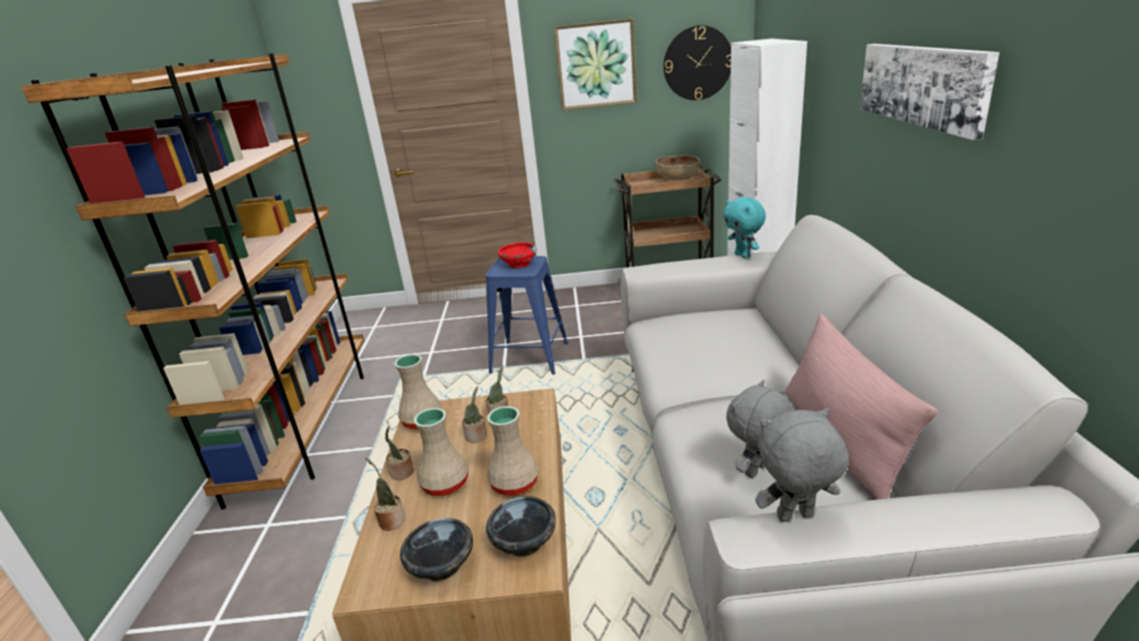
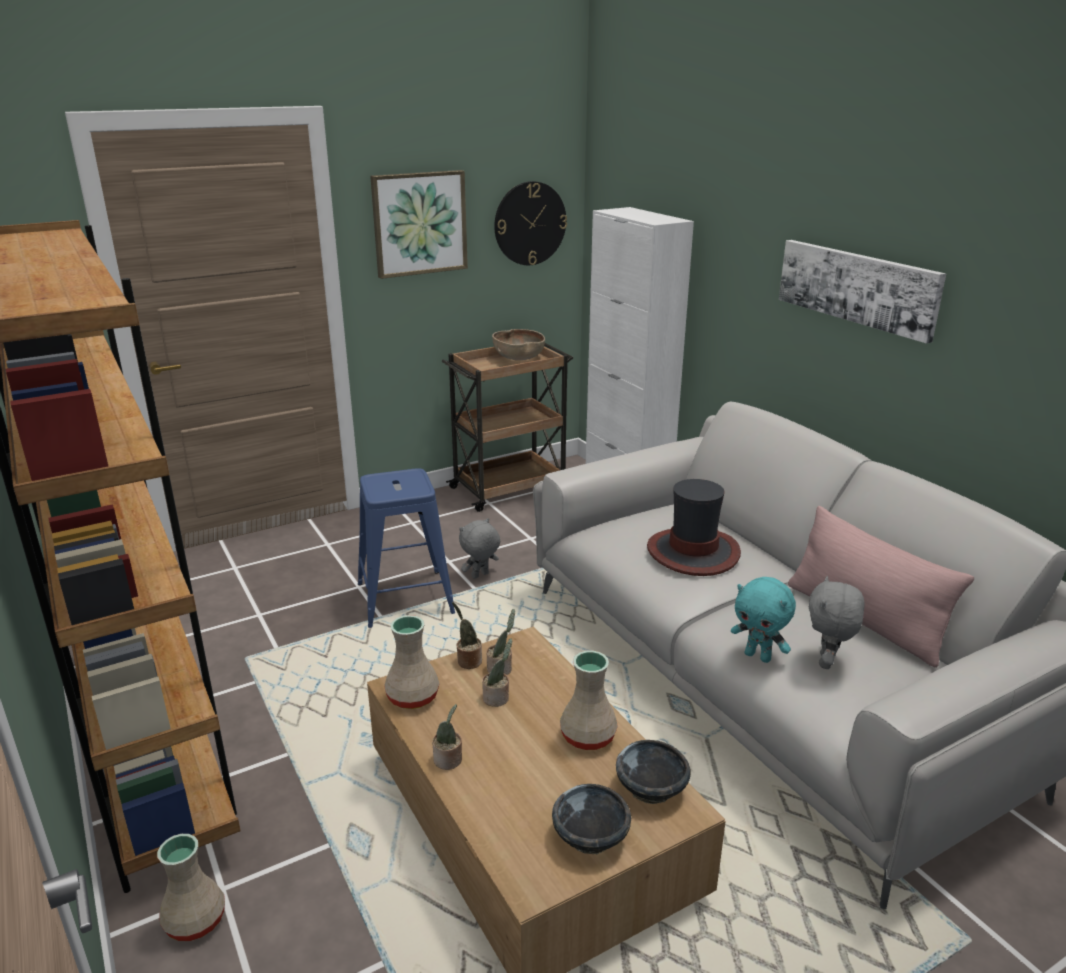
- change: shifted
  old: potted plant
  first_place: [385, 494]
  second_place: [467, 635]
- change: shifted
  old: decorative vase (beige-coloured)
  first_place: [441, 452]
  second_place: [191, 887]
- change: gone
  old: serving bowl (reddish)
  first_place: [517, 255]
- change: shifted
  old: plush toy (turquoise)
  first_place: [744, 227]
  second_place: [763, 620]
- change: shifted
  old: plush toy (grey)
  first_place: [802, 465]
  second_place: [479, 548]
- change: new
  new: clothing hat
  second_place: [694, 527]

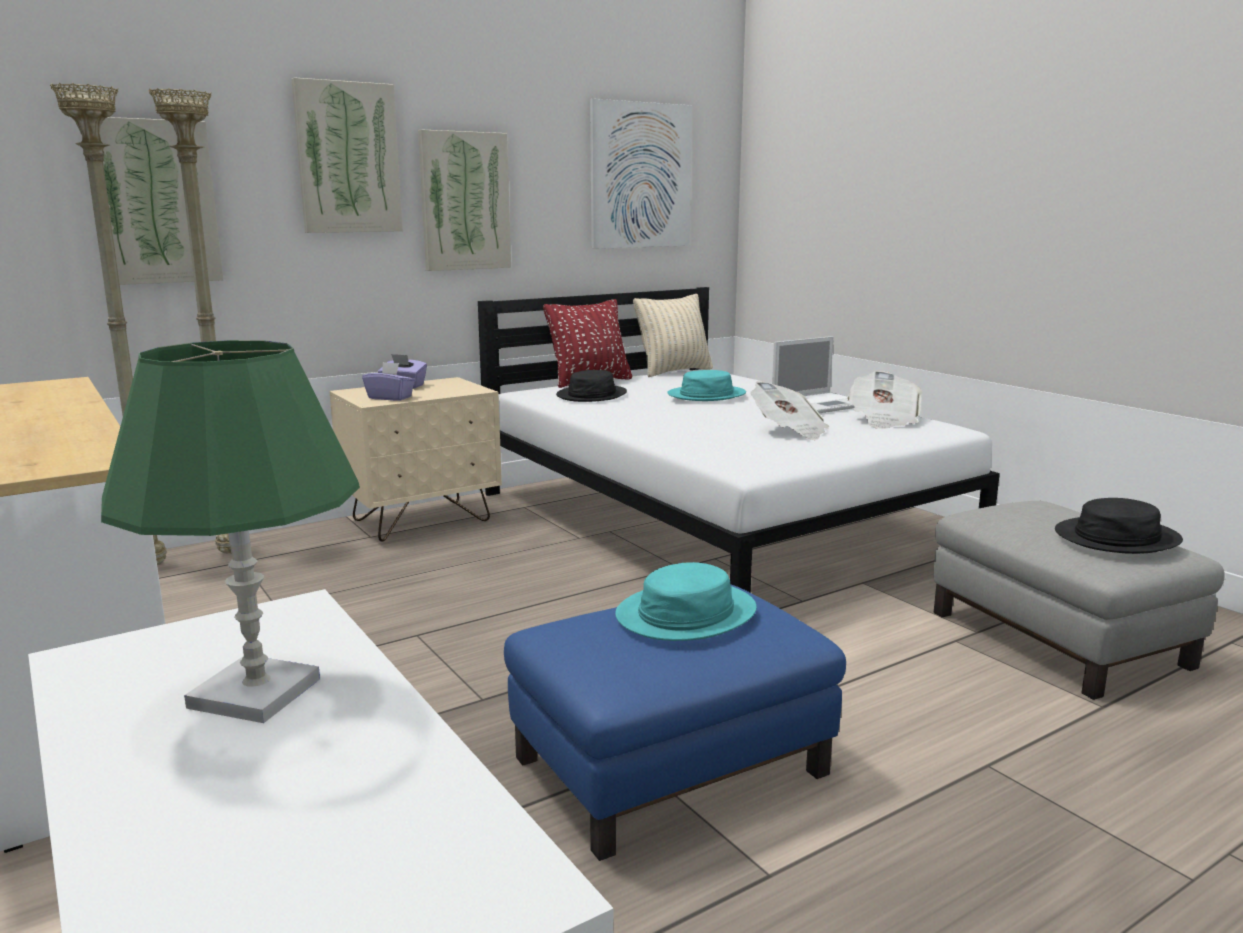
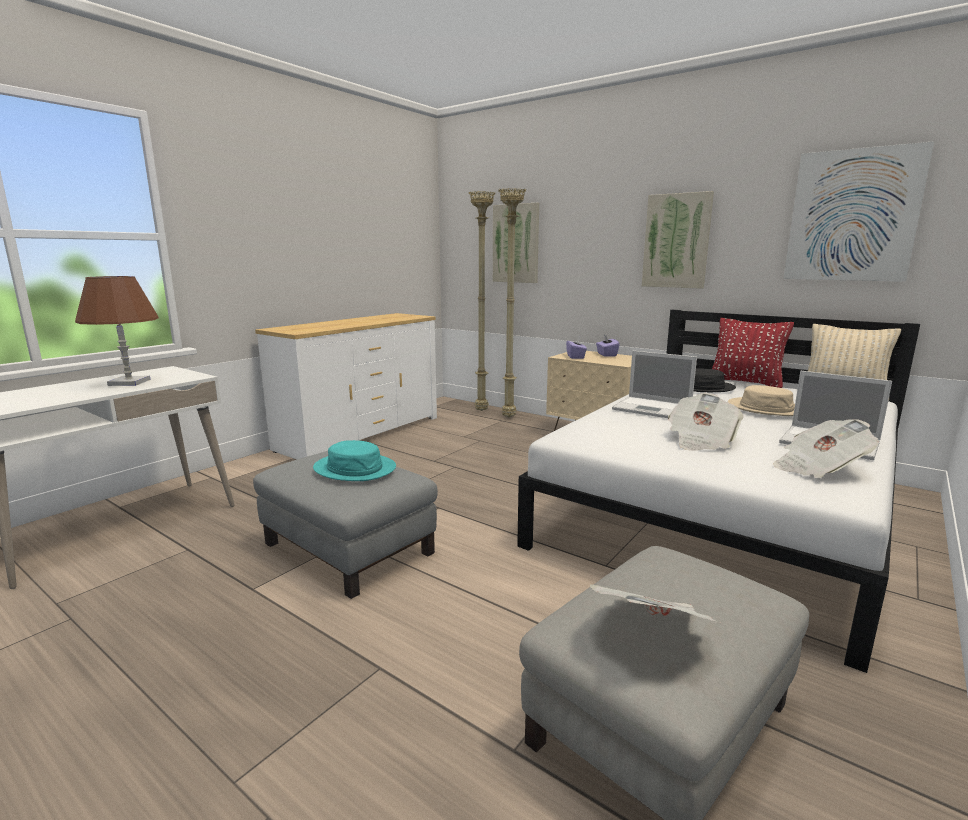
- change: repainted
  old: table lamp (green-coloured)
  new: table lamp (brown)
  first_place: [230, 531]
  second_place: [117, 331]
- change: gone
  old: wall art
  first_place: [347, 155]
- change: repainted
  old: ottoman (bluish)
  new: ottoman (grey)
  first_place: [675, 723]
  second_place: [345, 525]
- change: repainted
  old: clothing hat (turquoise)
  new: clothing hat (beige-coloured)
  first_place: [706, 385]
  second_place: [761, 400]
- change: swapped
  old: clothing hat (black)
  new: printed paper
  first_place: [1119, 526]
  second_place: [654, 603]
- change: new
  new: laptop
  second_place: [654, 384]

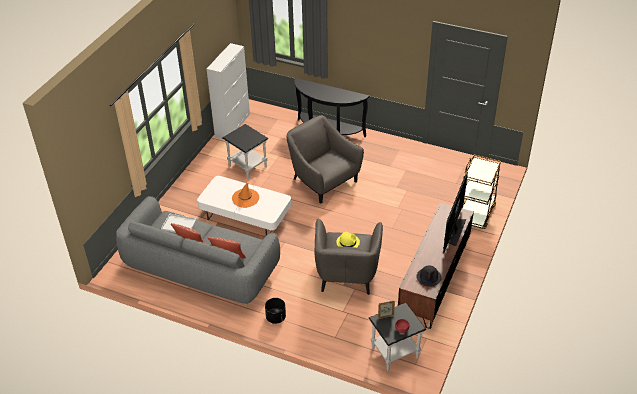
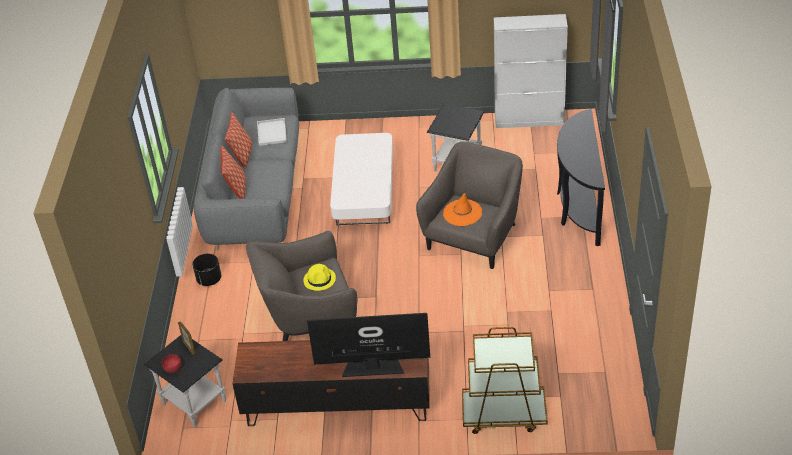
- change: shifted
  old: clothing hat (orange-coloured)
  first_place: [245, 195]
  second_place: [462, 209]
- change: gone
  old: clothing hat (black)
  first_place: [429, 276]

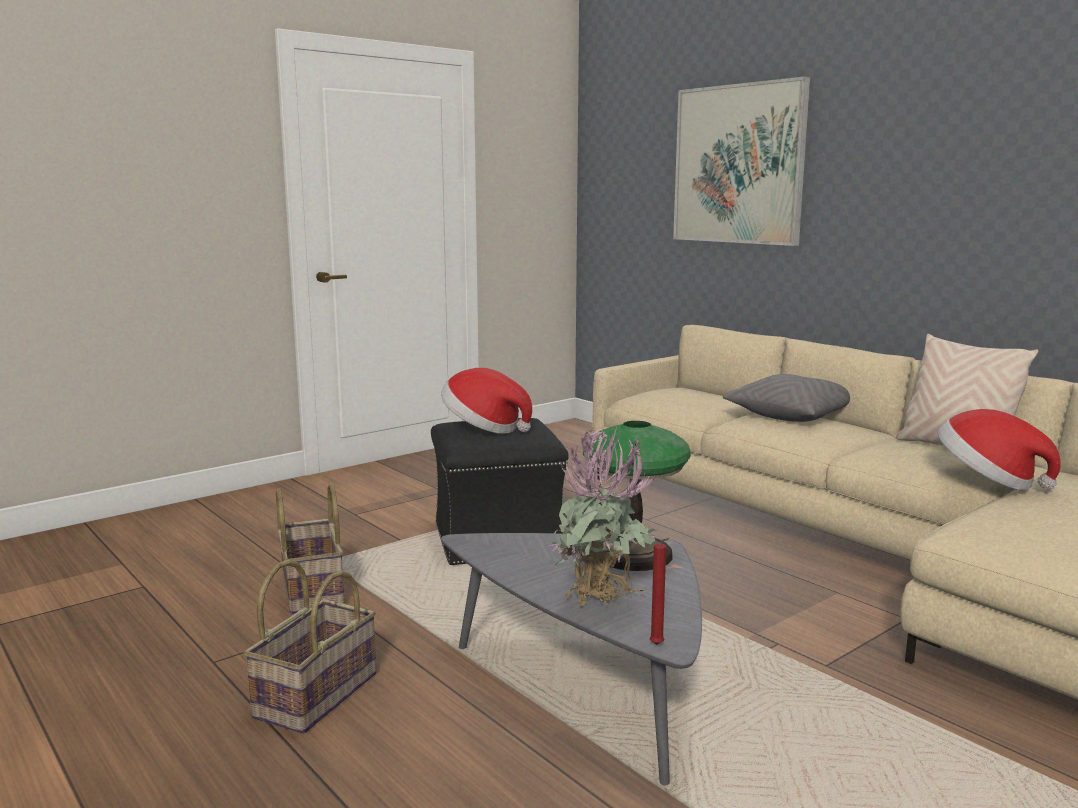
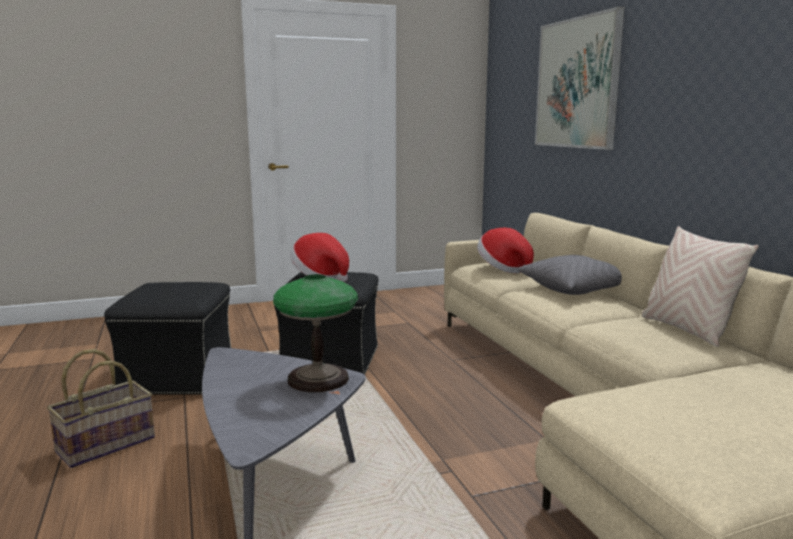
- change: swapped
  old: household basket
  new: ottoman (black)
  first_place: [310, 548]
  second_place: [167, 338]
- change: gone
  old: potted plant
  first_place: [604, 515]
- change: gone
  old: wax light (reddish)
  first_place: [660, 591]
- change: shifted
  old: clothing hat
  first_place: [999, 449]
  second_place: [505, 250]

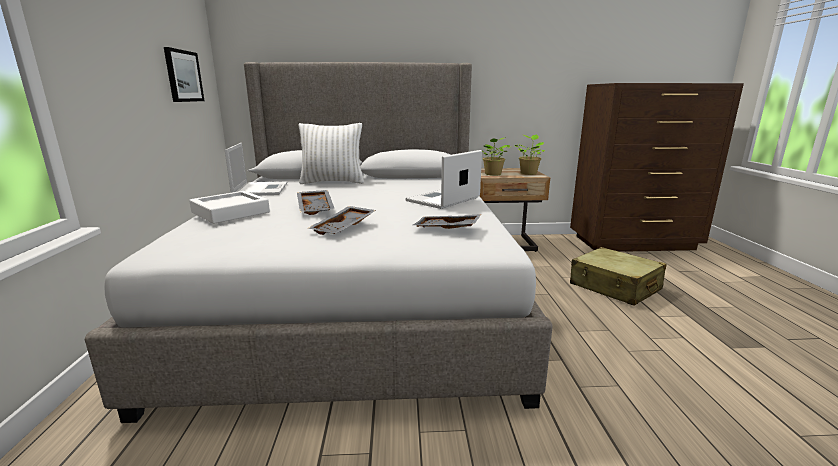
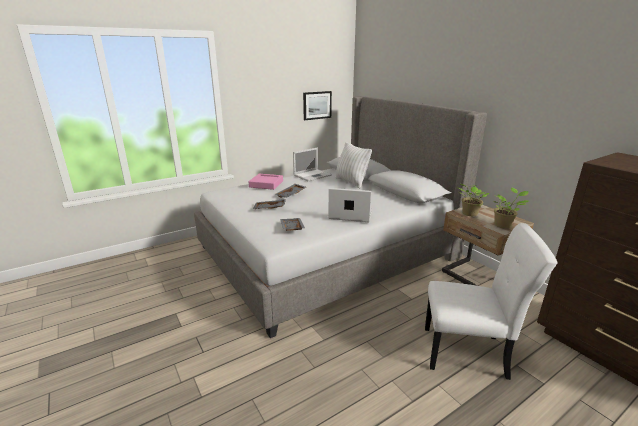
- change: repainted
  old: serving tray (white)
  new: serving tray (pinkish)
  first_place: [229, 207]
  second_place: [266, 182]
- change: swapped
  old: travel case (beige-coloured)
  new: chair (white)
  first_place: [618, 276]
  second_place: [491, 301]

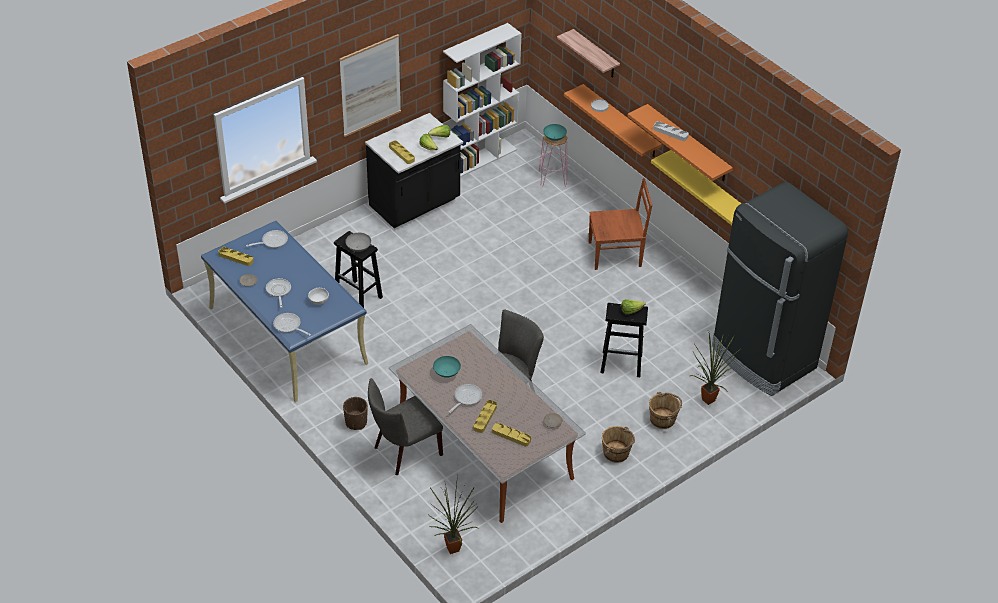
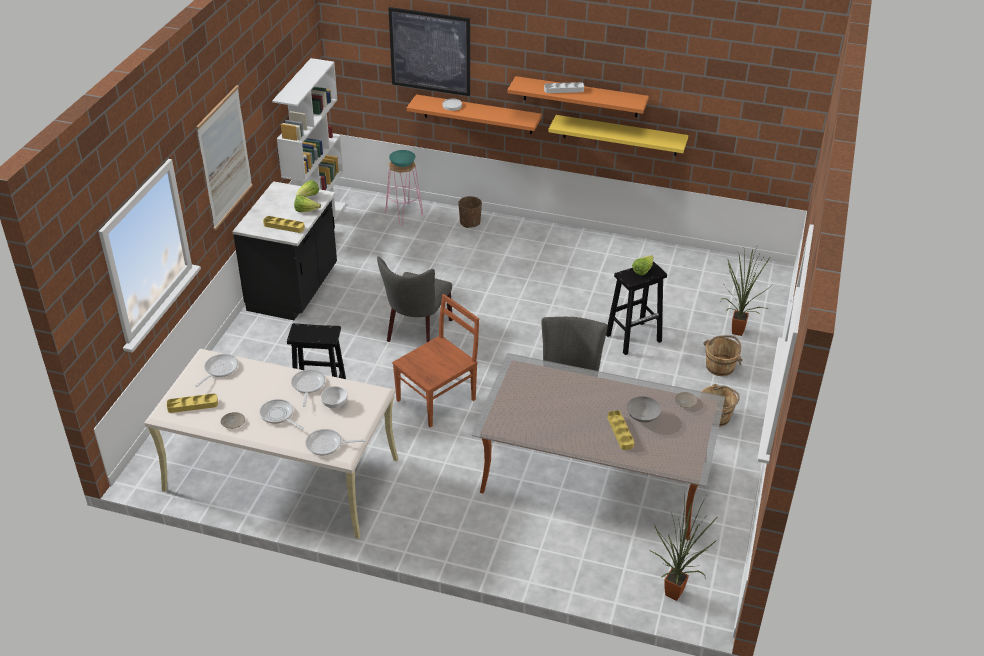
- change: repainted
  old: desk (bluish)
  new: desk (beige-coloured)
  first_place: [284, 311]
  second_place: [271, 444]
- change: shifted
  old: planter (brown)
  first_place: [355, 413]
  second_place: [470, 212]
- change: shifted
  old: serving bowl (grey)
  first_place: [358, 242]
  second_place: [644, 409]
- change: shifted
  old: chair (grey)
  first_place: [405, 426]
  second_place: [415, 299]
- change: gone
  old: serving bowl (turquoise)
  first_place: [447, 367]
- change: shifted
  old: skillet
  first_place: [465, 398]
  second_place: [308, 387]
- change: gone
  old: serving tray (yellow-coloured)
  first_place: [511, 434]
- change: swapped
  old: bracket shelf
  new: wall art
  first_place: [588, 53]
  second_place: [429, 51]
- change: shifted
  old: chair (brown)
  first_place: [620, 224]
  second_place: [435, 361]
- change: gone
  old: fridge (black)
  first_place: [780, 289]

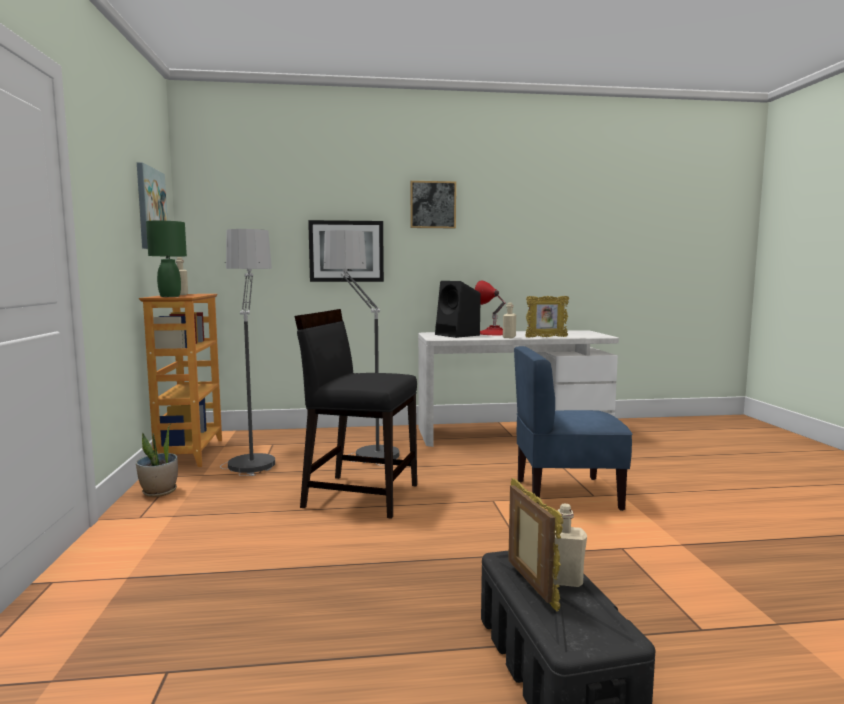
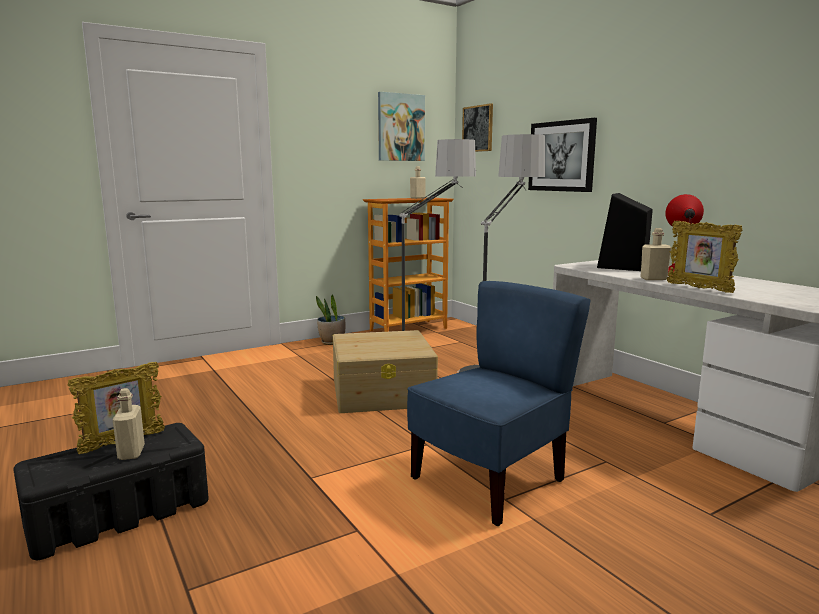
- change: gone
  old: table lamp (green-coloured)
  first_place: [166, 258]
- change: swapped
  old: chair (black)
  new: storage box (beige-coloured)
  first_place: [355, 414]
  second_place: [385, 371]
- change: shifted
  old: wall art
  first_place: [433, 204]
  second_place: [477, 127]
- change: rotated
  old: chair (bluish)
  first_place: [573, 428]
  second_place: [499, 403]
  degrees: 75

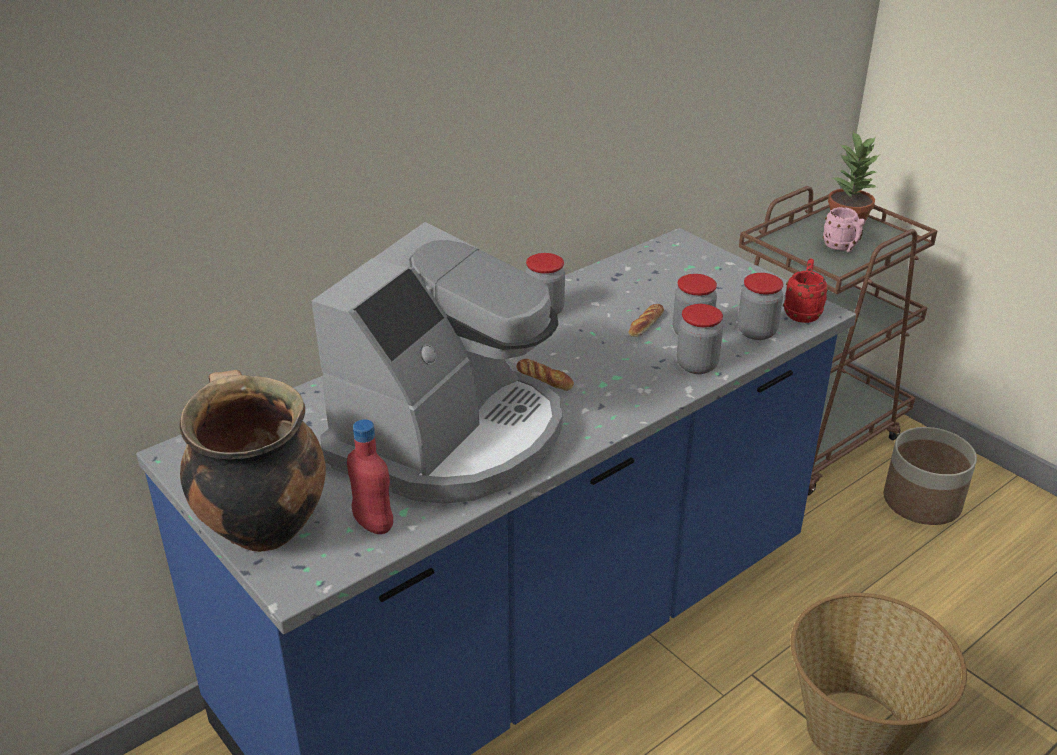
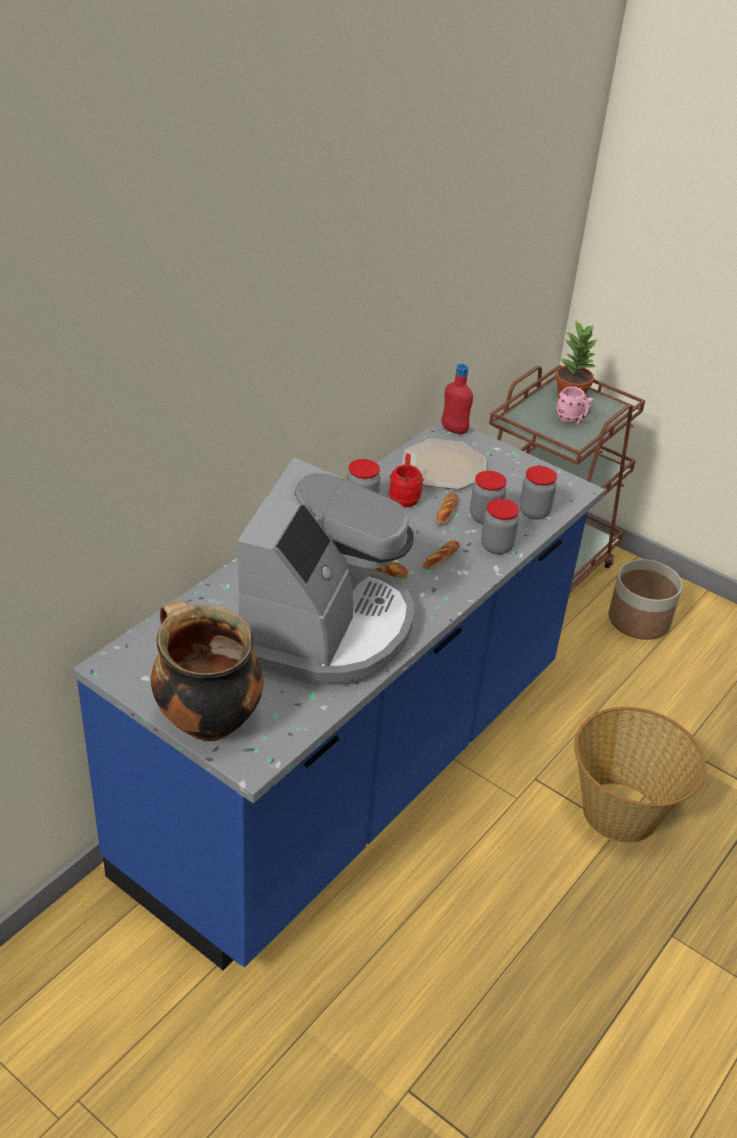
- change: shifted
  old: bottle (reddish)
  first_place: [370, 476]
  second_place: [457, 399]
- change: shifted
  old: mug (reddish)
  first_place: [805, 290]
  second_place: [405, 480]
- change: new
  new: plate
  second_place: [444, 464]
- change: new
  new: baked bread
  second_place: [441, 555]

